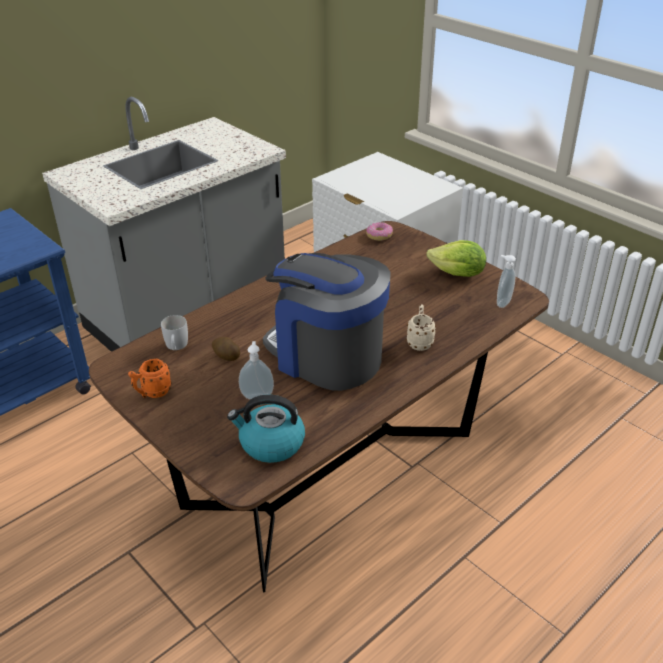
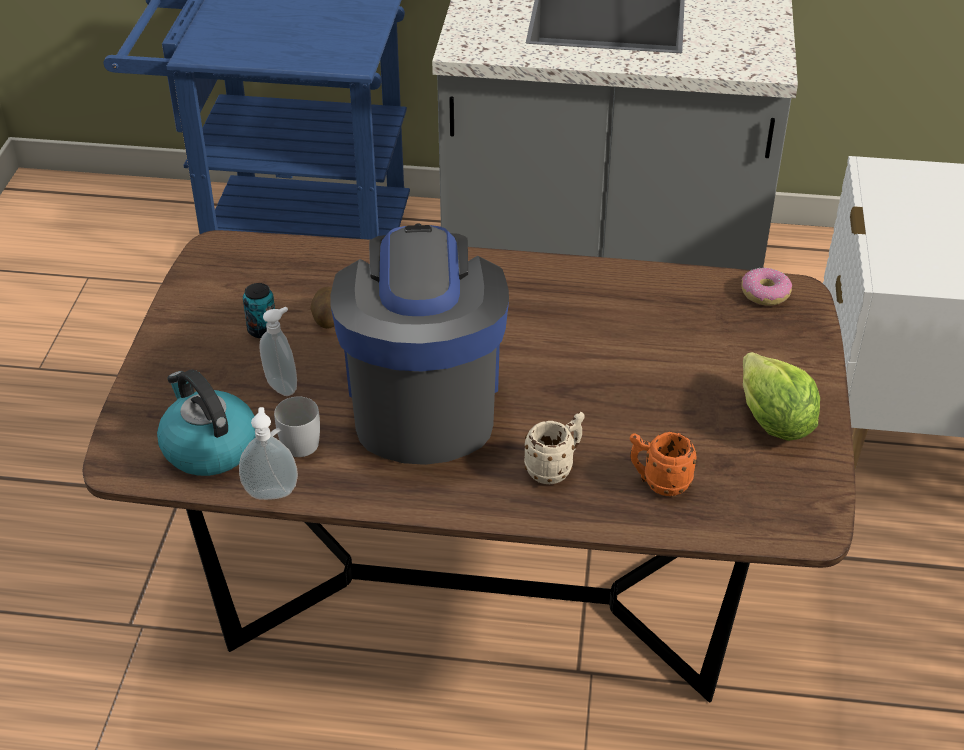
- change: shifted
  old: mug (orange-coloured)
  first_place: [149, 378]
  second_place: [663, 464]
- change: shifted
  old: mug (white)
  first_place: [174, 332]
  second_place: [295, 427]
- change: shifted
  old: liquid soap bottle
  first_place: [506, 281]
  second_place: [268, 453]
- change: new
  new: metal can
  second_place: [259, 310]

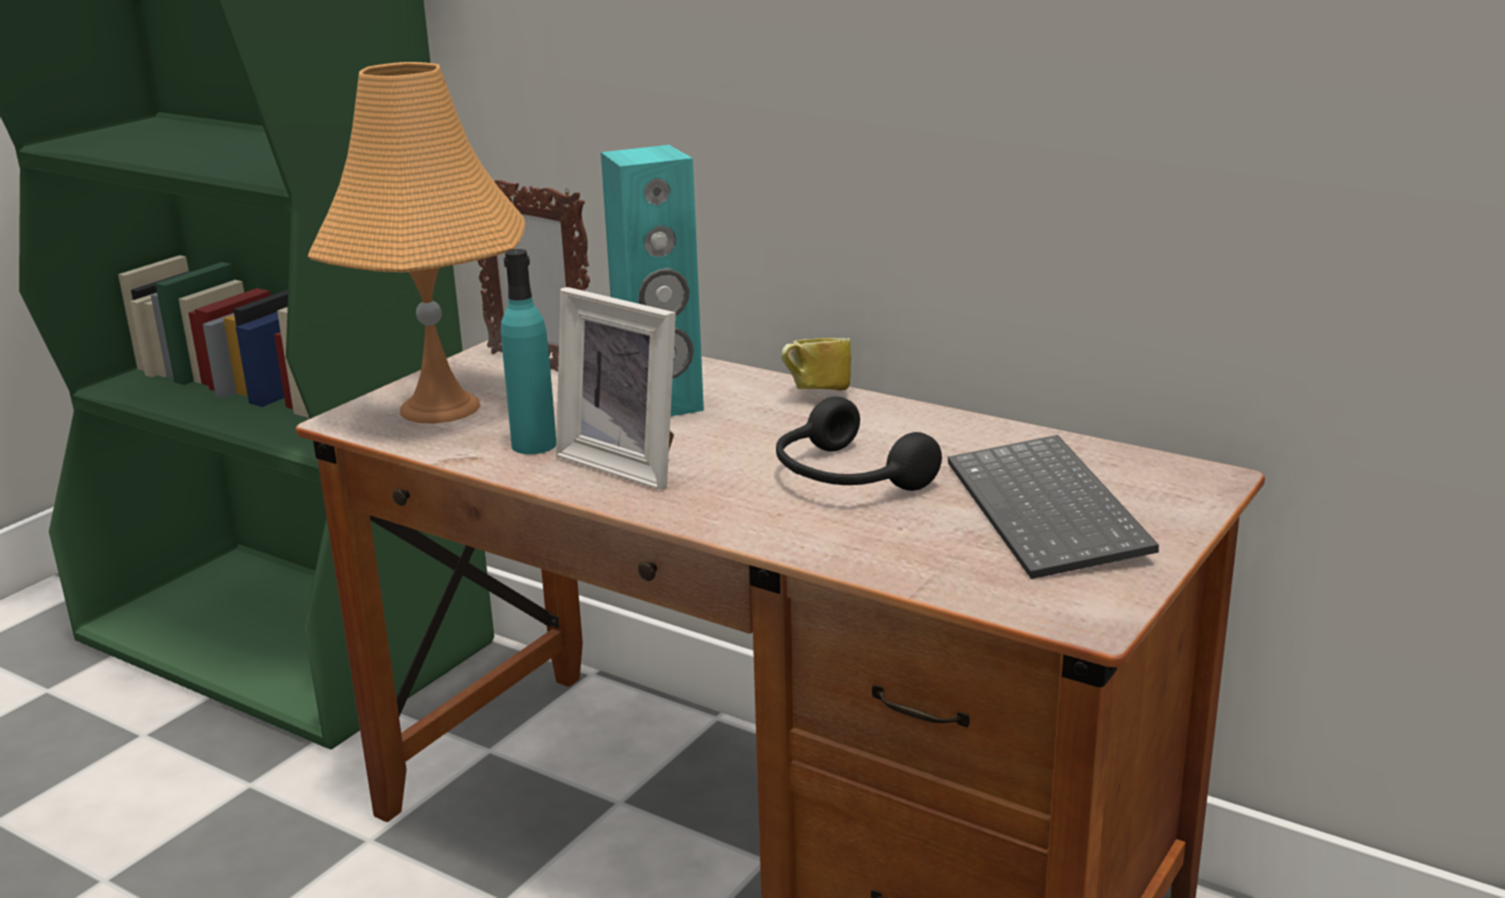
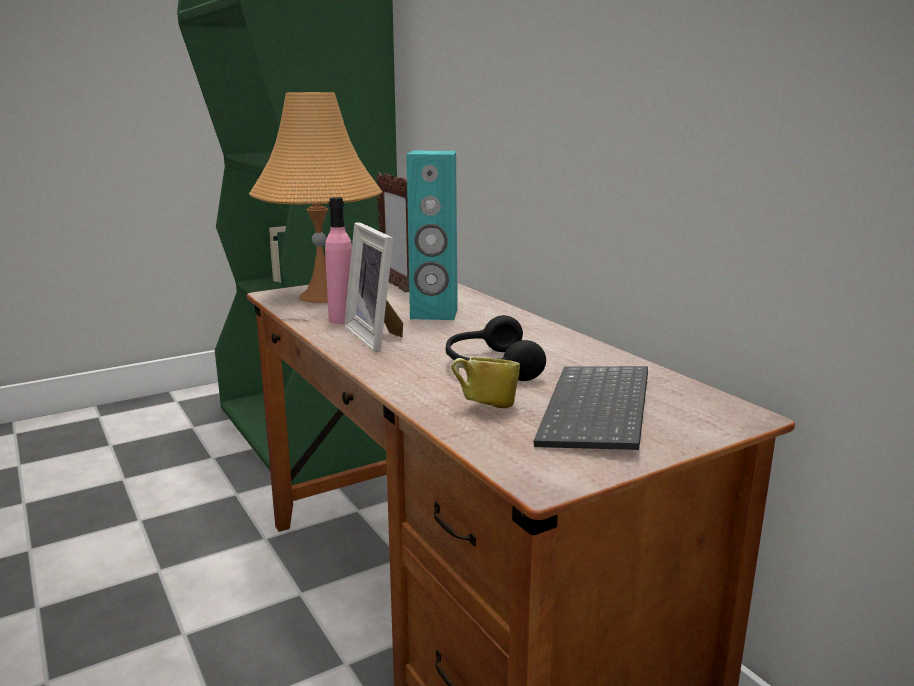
- change: repainted
  old: bottle (turquoise)
  new: bottle (pinkish)
  first_place: [528, 351]
  second_place: [338, 260]
- change: shifted
  old: mug
  first_place: [816, 364]
  second_place: [485, 382]

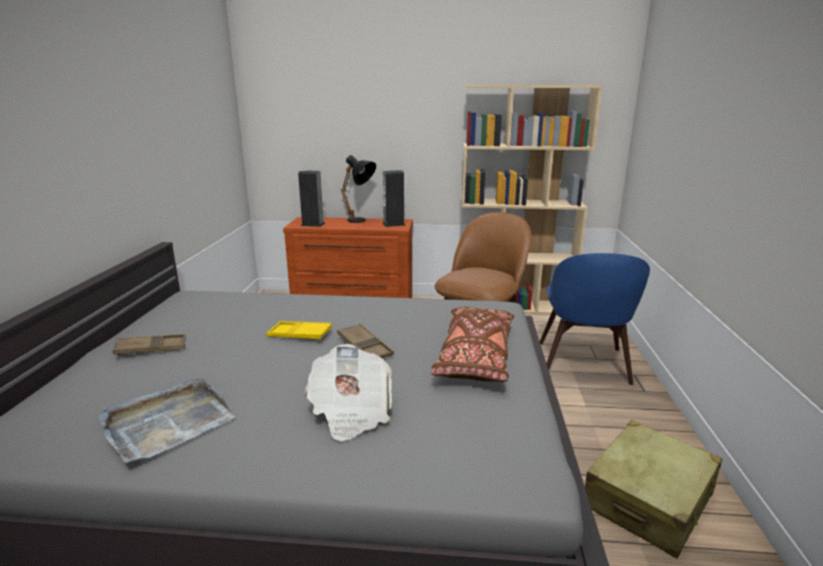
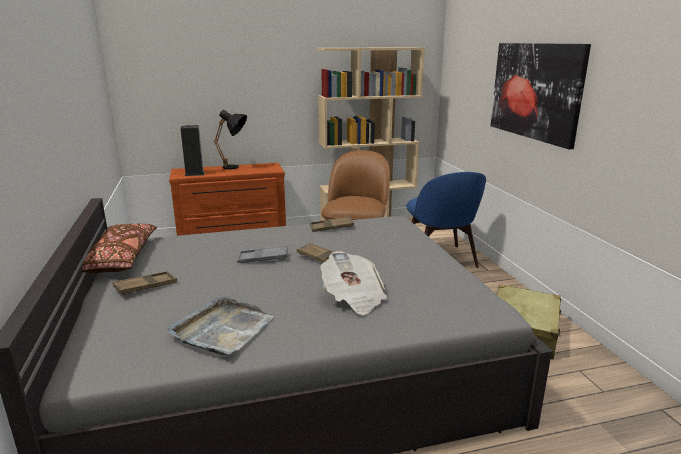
- change: repainted
  old: serving tray (yellow-coloured)
  new: serving tray (grey)
  first_place: [299, 330]
  second_place: [262, 254]
- change: gone
  old: loudspeaker
  first_place: [394, 198]
- change: shifted
  old: cushion (brown)
  first_place: [472, 344]
  second_place: [119, 248]
- change: new
  new: serving tray (brown)
  second_place: [332, 224]
- change: new
  new: wall art
  second_place: [540, 96]

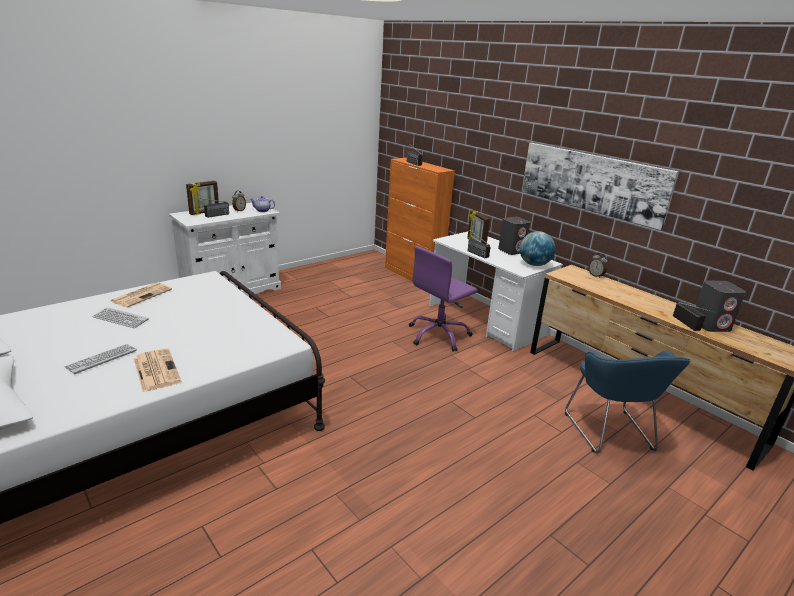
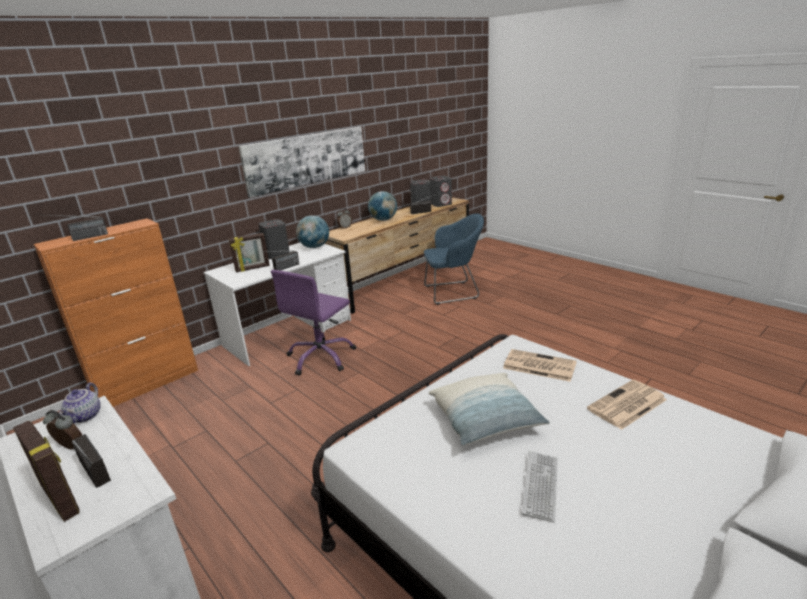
- change: gone
  old: computer keyboard
  first_place: [101, 359]
- change: shifted
  old: printed paper
  first_place: [141, 295]
  second_place: [540, 365]
- change: rotated
  old: desk chair (purple)
  first_place: [443, 298]
  second_place: [313, 323]
  degrees: 75
- change: new
  new: globe
  second_place: [382, 206]
- change: new
  new: loudspeaker (grey)
  second_place: [440, 191]
- change: new
  new: cushion
  second_place: [489, 409]

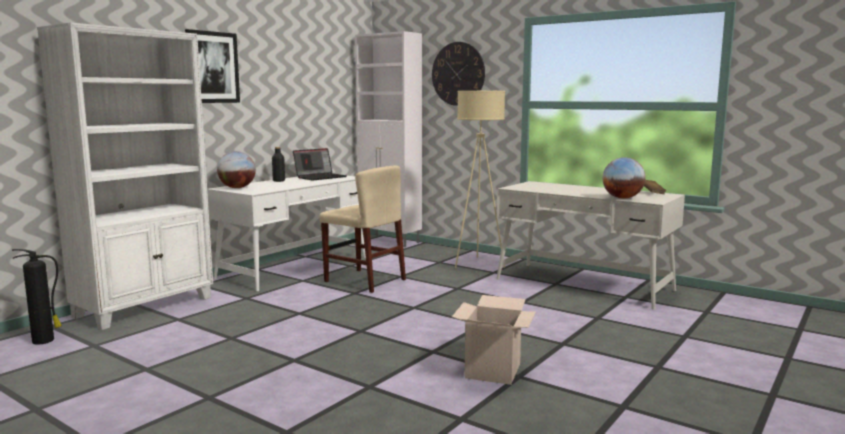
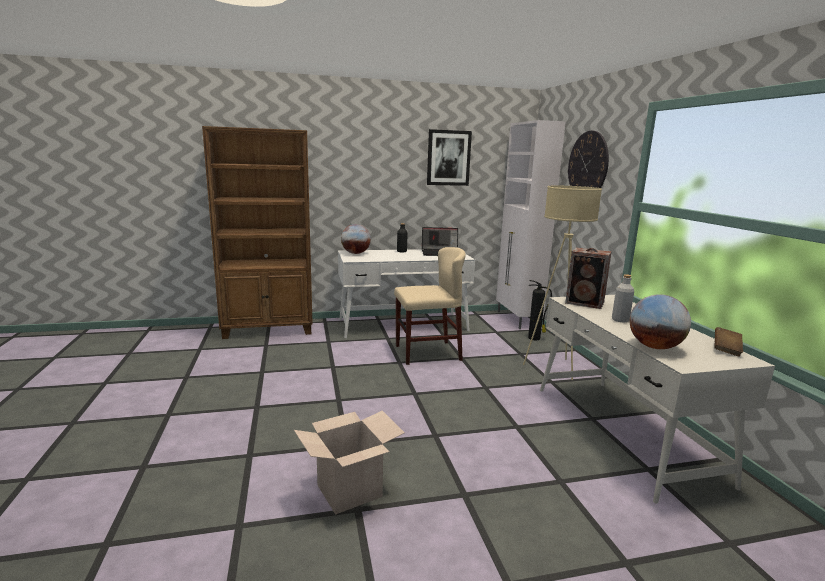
- change: shifted
  old: fire extinguisher
  first_place: [37, 297]
  second_place: [540, 310]
- change: repainted
  old: bookcase (white)
  new: bookcase (brown)
  first_place: [125, 176]
  second_place: [257, 232]
- change: shifted
  old: wall art
  first_place: [212, 66]
  second_place: [449, 157]
- change: rotated
  old: chair (beige-coloured)
  first_place: [363, 229]
  second_place: [430, 306]
  degrees: -90
- change: new
  new: loudspeaker
  second_place: [588, 278]
- change: new
  new: bottle (grey)
  second_place: [623, 298]

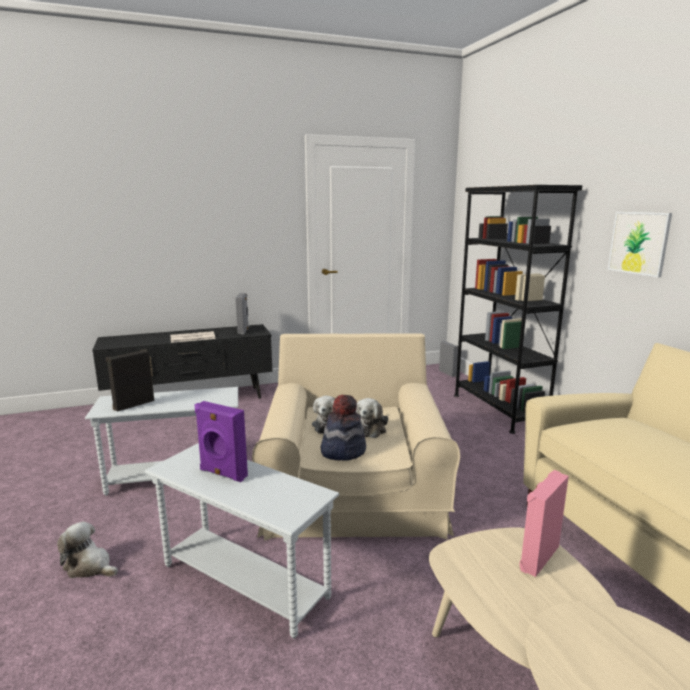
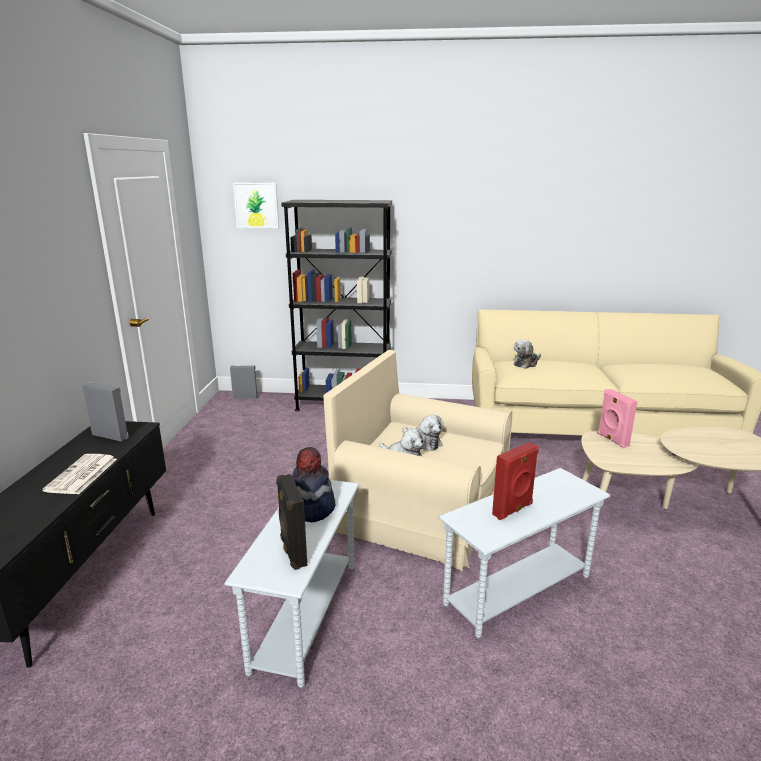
- change: shifted
  old: plush toy
  first_place: [87, 549]
  second_place: [527, 354]
- change: repainted
  old: loudspeaker (purple)
  new: loudspeaker (reddish)
  first_place: [221, 441]
  second_place: [515, 481]
- change: shifted
  old: clothing hat
  first_place: [343, 428]
  second_place: [314, 484]
- change: shifted
  old: wall art
  first_place: [640, 244]
  second_place: [256, 205]

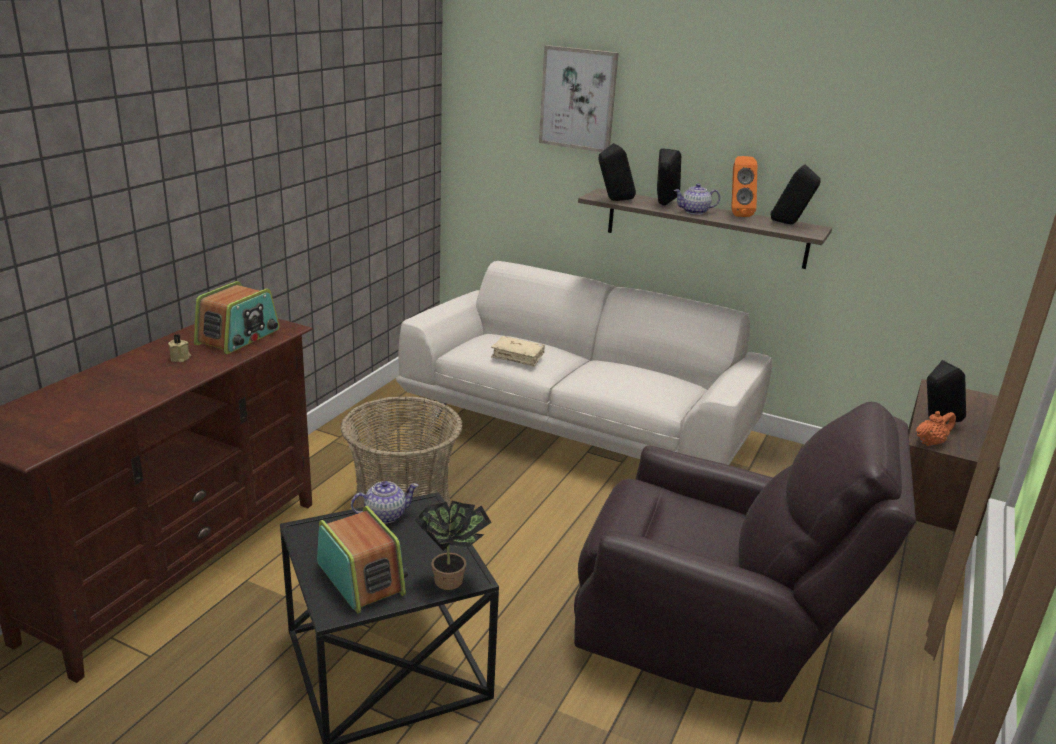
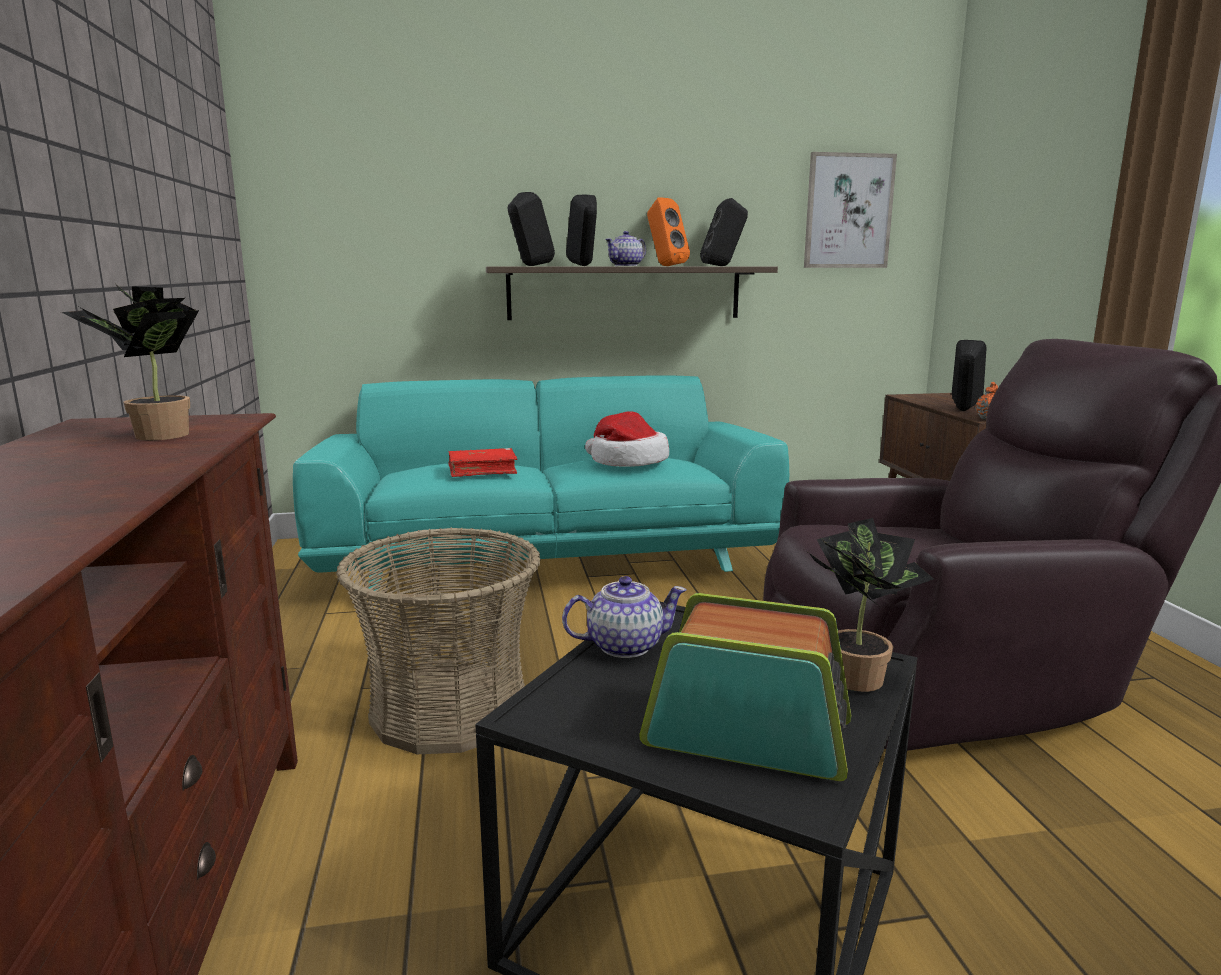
- change: gone
  old: wax light (beige-coloured)
  first_place: [179, 348]
- change: swapped
  old: radio receiver
  new: potted plant
  first_place: [236, 317]
  second_place: [130, 361]
- change: rotated
  old: pot for tea
  first_place: [385, 502]
  second_place: [624, 617]
  degrees: 45
- change: repainted
  old: sofa (white)
  new: sofa (turquoise)
  first_place: [584, 363]
  second_place: [541, 483]
- change: repainted
  old: bound book (beige-coloured)
  new: bound book (reddish)
  first_place: [518, 351]
  second_place: [483, 462]
- change: shifted
  old: wall art
  first_place: [579, 98]
  second_place: [850, 210]
- change: new
  new: clothing hat
  second_place: [627, 439]

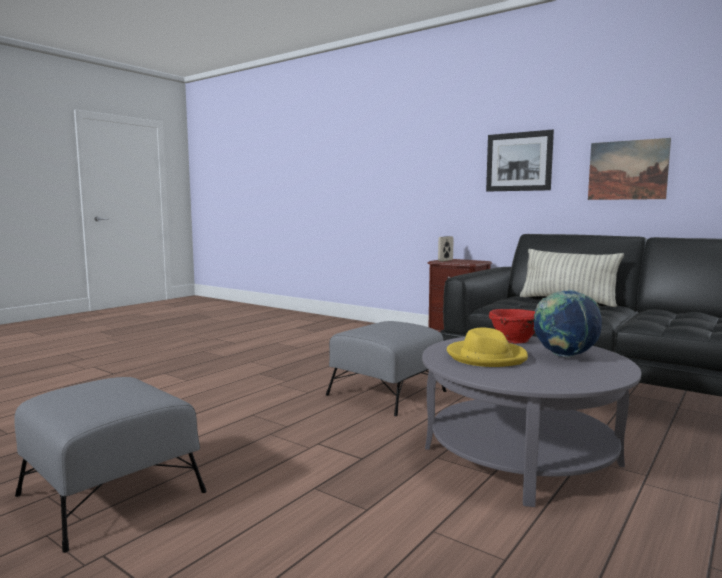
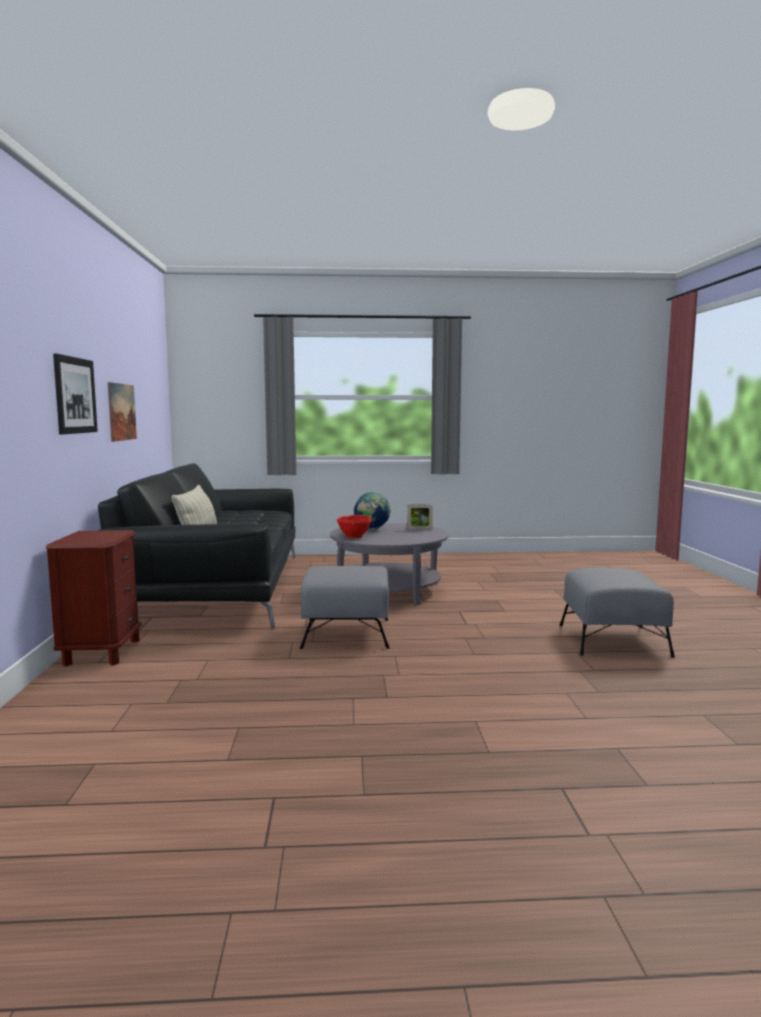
- change: shifted
  old: picture frame
  first_place: [446, 248]
  second_place: [420, 516]
- change: gone
  old: clothing hat (yellow-coloured)
  first_place: [487, 347]

